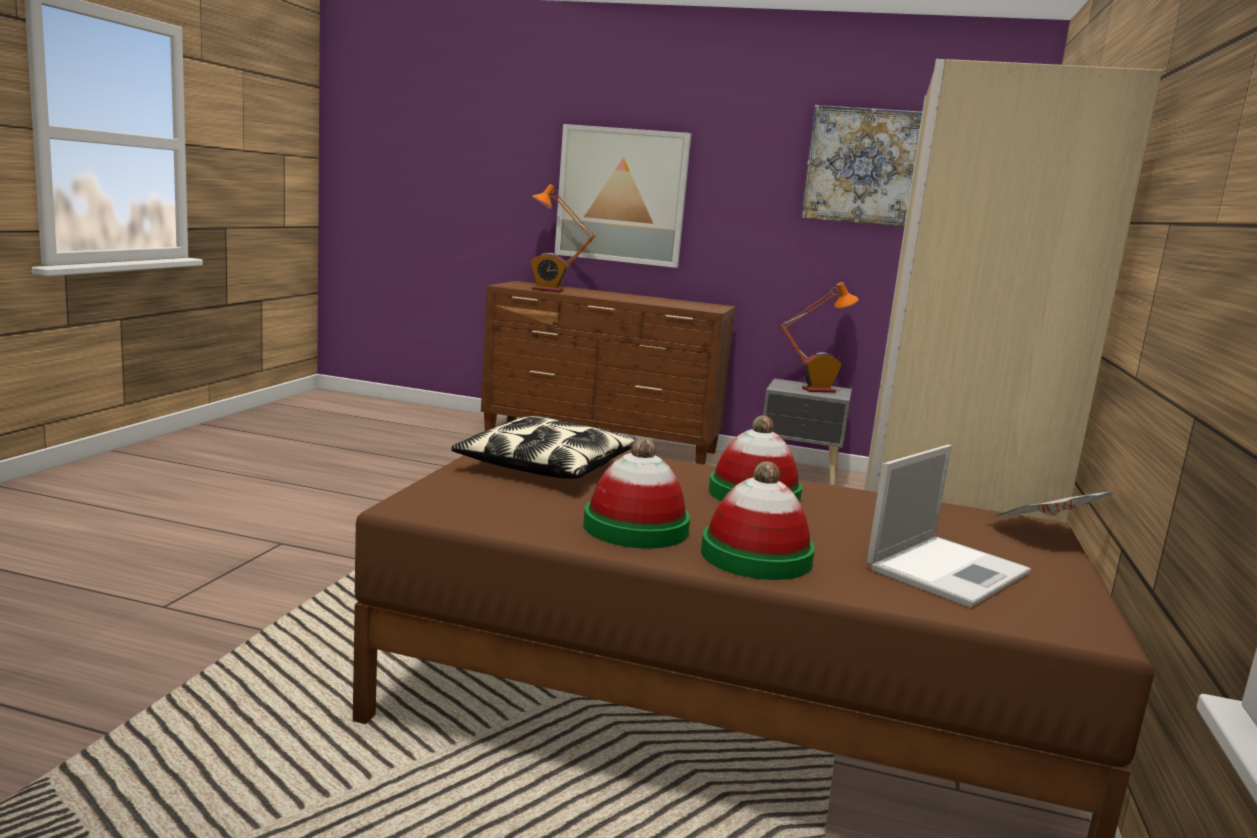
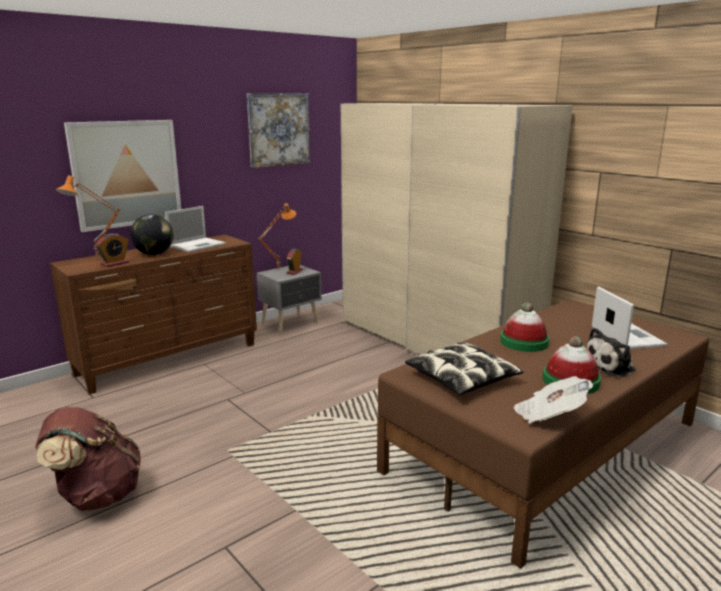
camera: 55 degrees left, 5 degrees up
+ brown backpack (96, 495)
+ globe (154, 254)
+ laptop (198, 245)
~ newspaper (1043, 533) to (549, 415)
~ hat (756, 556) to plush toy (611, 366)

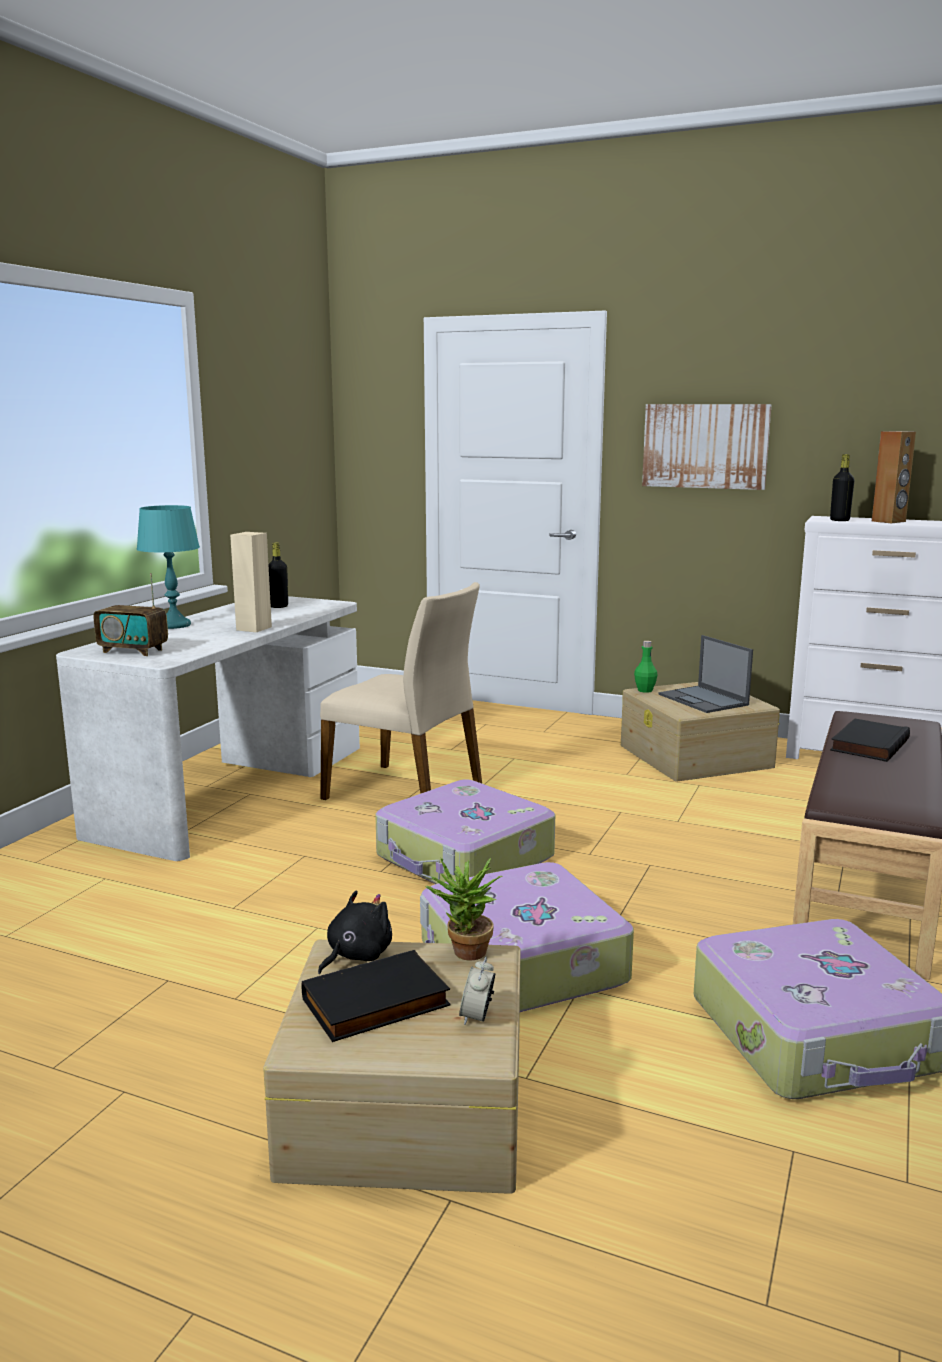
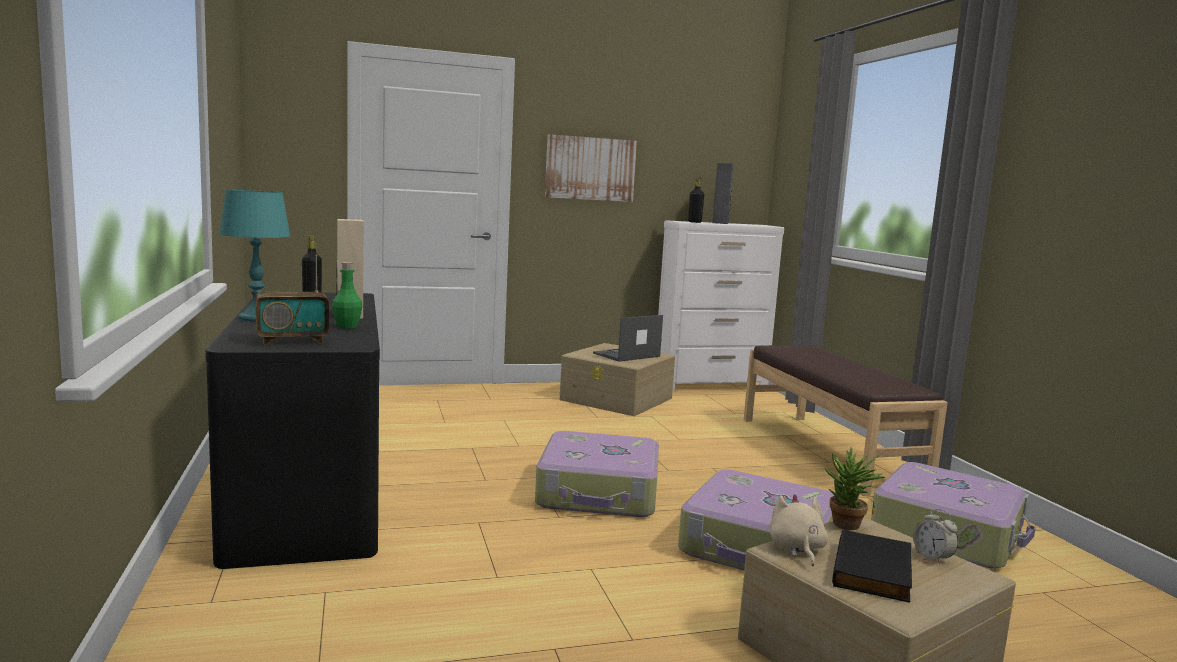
camera: 40 degrees left, 5 degrees down
~ white desk (233, 789) to black desk (308, 487)
~ green bottle (645, 690) to (347, 327)
~ laptop (704, 700) = (626, 355) 120 degrees clockwise
~ brown speaker (889, 521) to grey speaker (720, 223)
~ black plush toy (356, 955) to beige plush toy (796, 549)
- beige chair (406, 792)
- black book (867, 744)

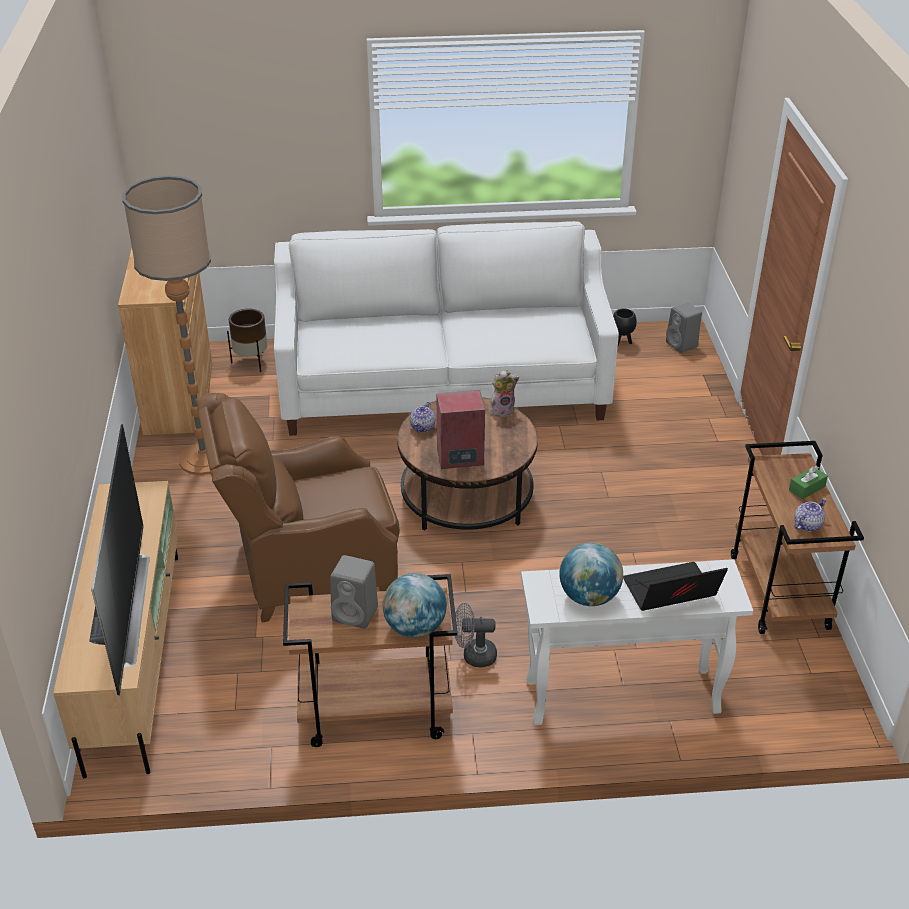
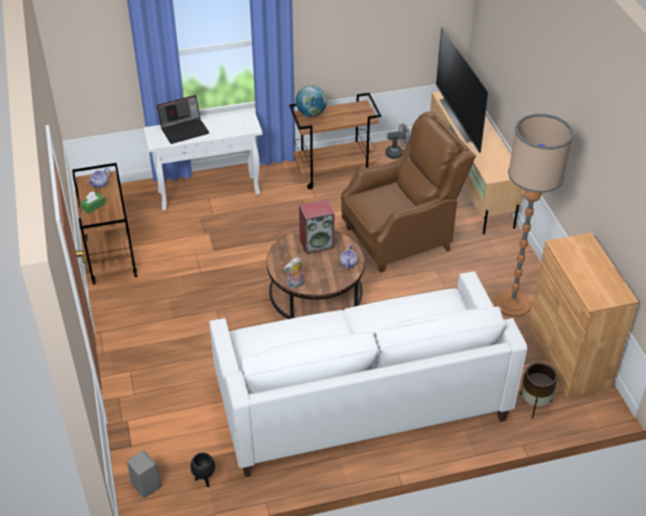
camera: 170 degrees right, 5 degrees up
~ grey fan (473, 655) to (397, 153)
- grey speaker (356, 614)
- globe (589, 597)

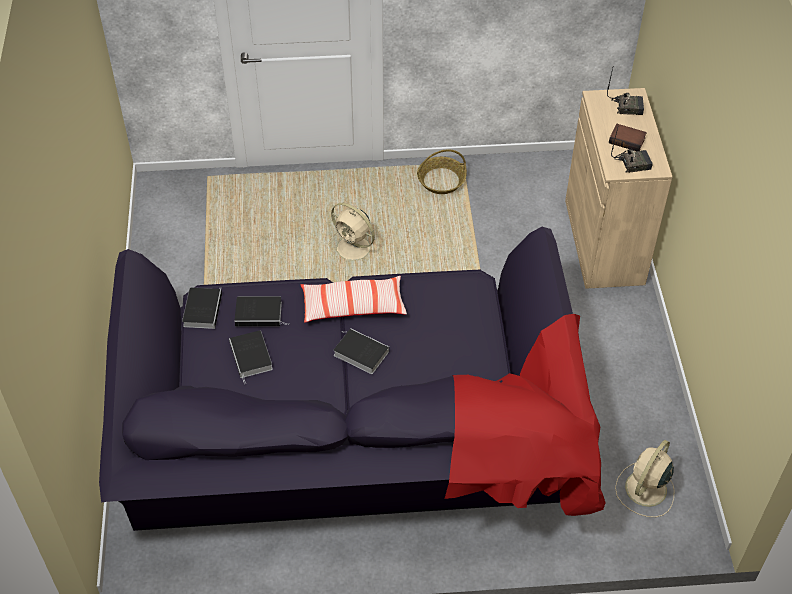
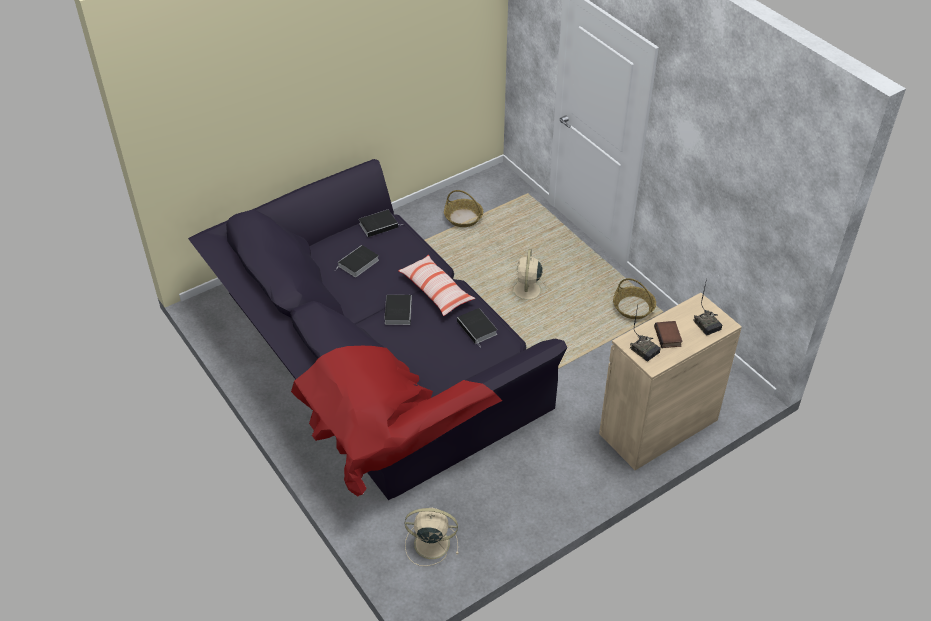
camera: 60 degrees right, 5 degrees down
+ basket (463, 217)
~ book (260, 313) to (478, 328)

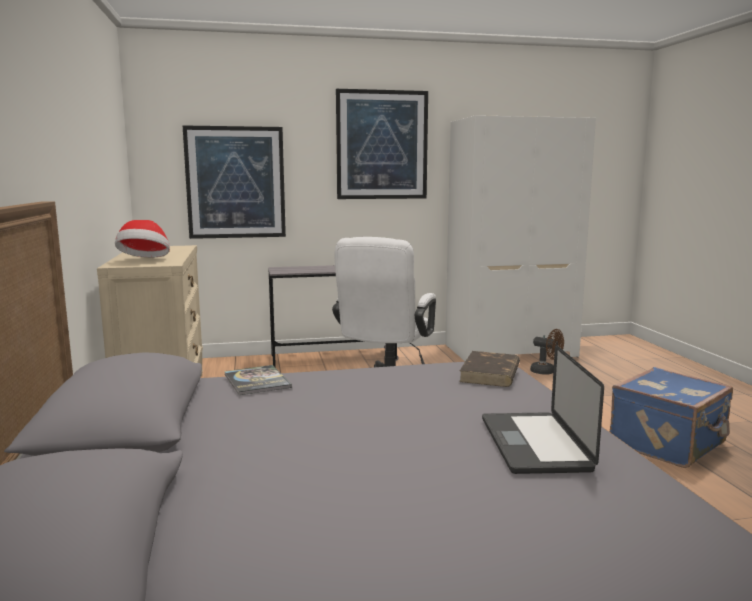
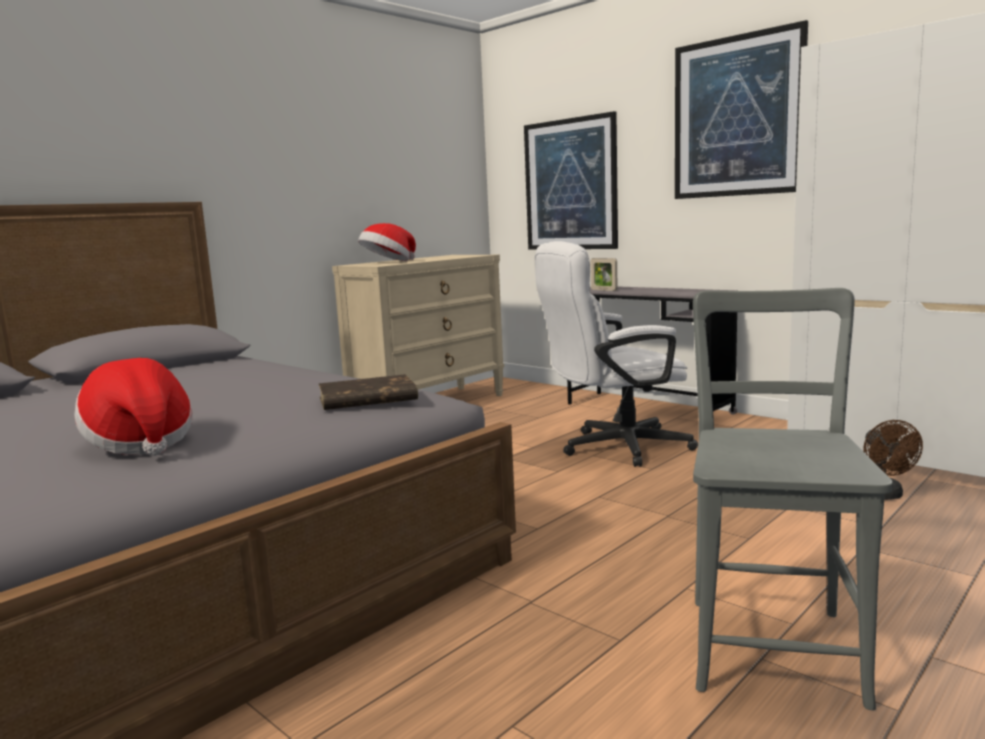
camera: 55 degrees right, 0 degrees up
~ laptop (534, 444) to hat (140, 443)
+ picture frame (604, 290)
~ blue suitcase (669, 444) to grey chair (771, 642)
- book (257, 381)

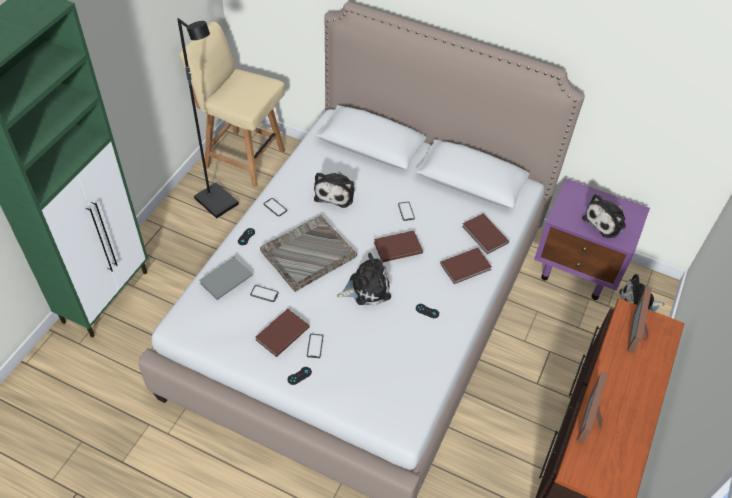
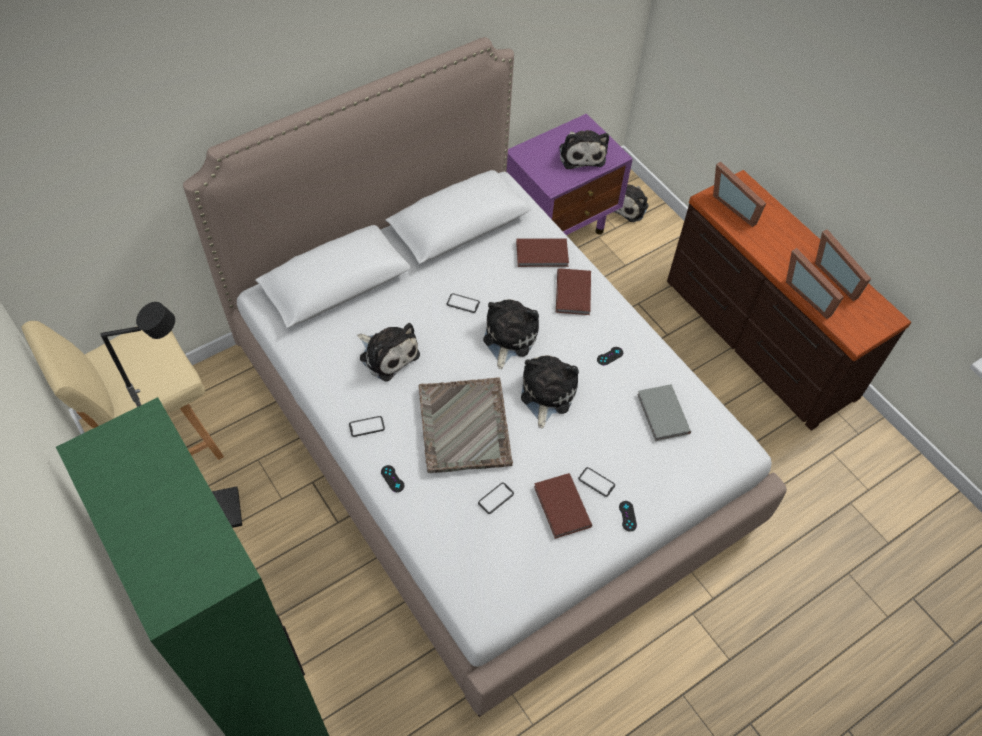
camera: 60 degrees left, 5 degrees up
~ brown book (397, 247) to plush toy (508, 338)
~ grey book (225, 279) to (662, 414)
+ picture frame (838, 276)

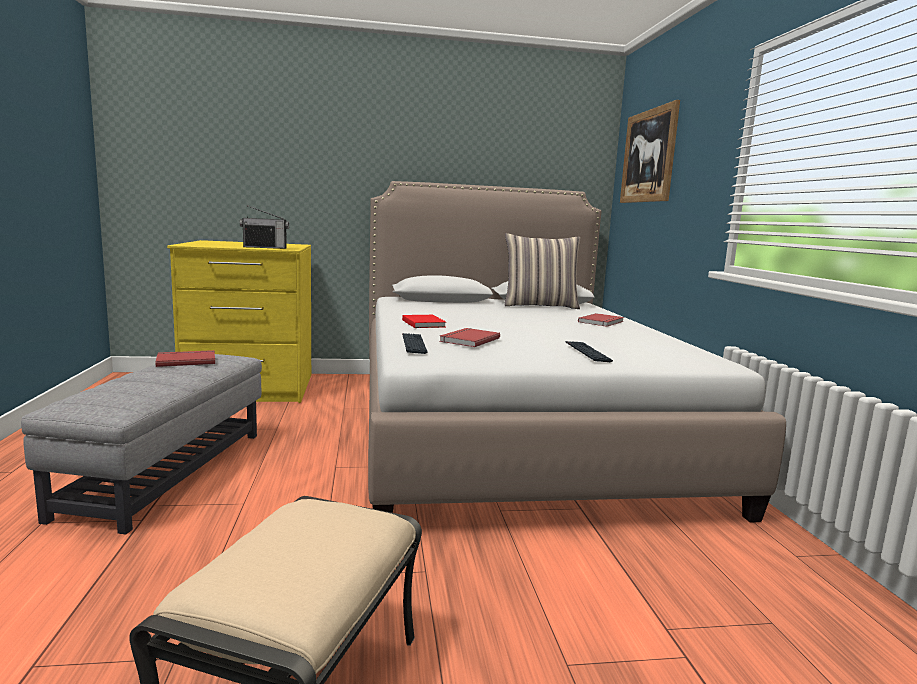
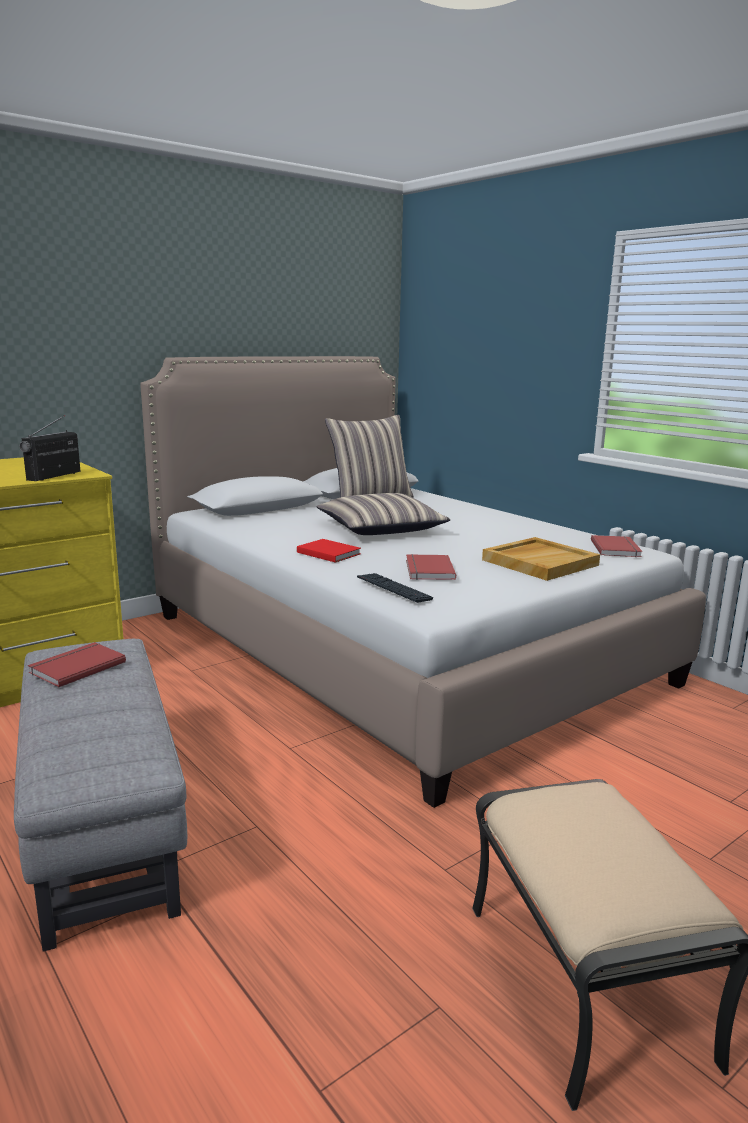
camera: 30 degrees left, 5 degrees up
~ radio (265, 247) = (54, 476) 150 degrees clockwise
+ pillow (381, 529)
~ keyboard (587, 352) to beige tray (540, 562)
~ red book (602, 322) to (617, 548)
- picture (648, 156)

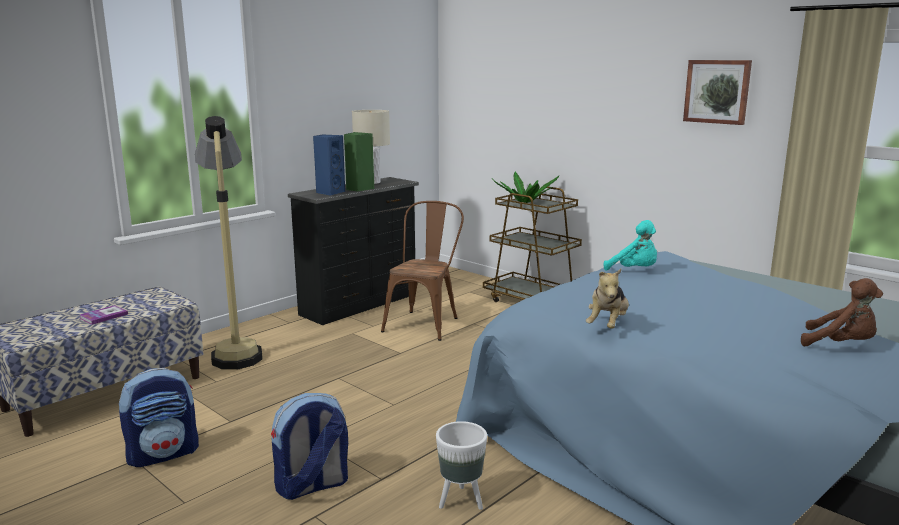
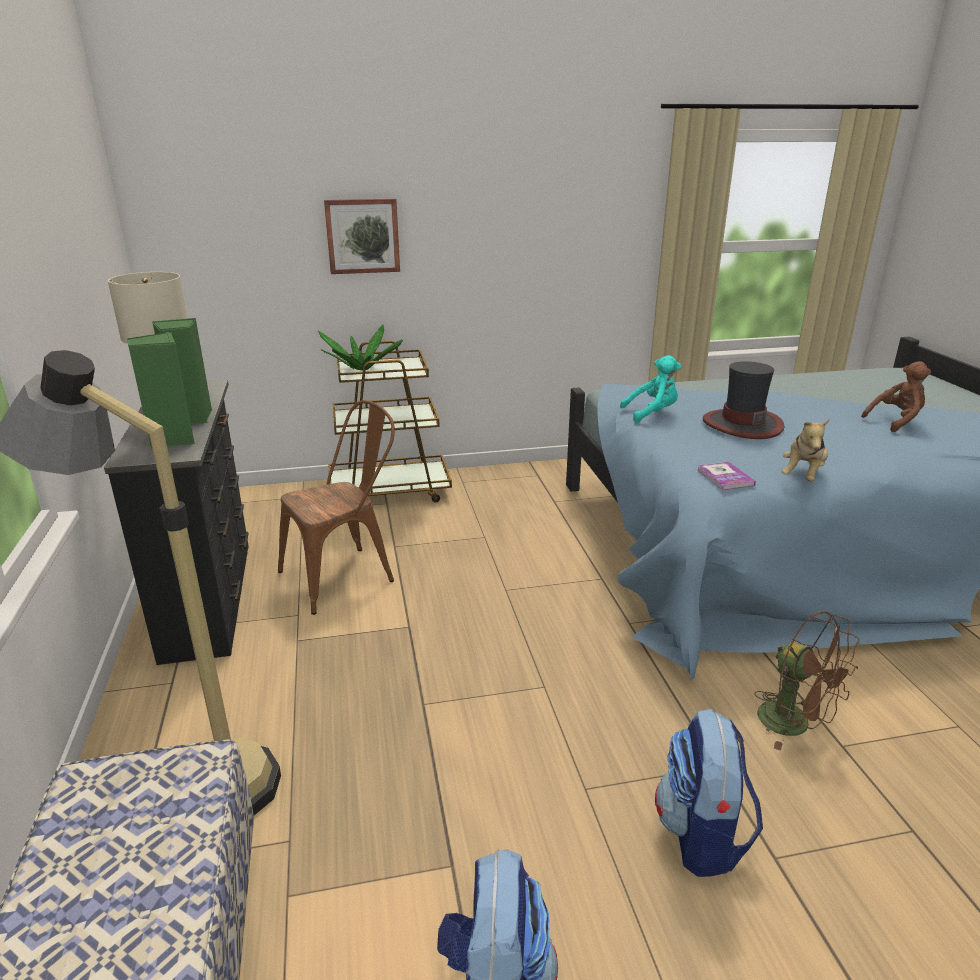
camera: 55 degrees left, 10 degrees up
~ blue speaker (330, 192) to green speaker (171, 439)
~ brown chair (425, 322) = (346, 575) 90 degrees clockwise
~ picture (717, 91) to (362, 236)
~ book (103, 316) to (725, 477)
+ hat (742, 424)
~ white planter (461, 501) to brown fan (795, 724)
~ plush toy (607, 325) = (803, 475) 60 degrees clockwise

